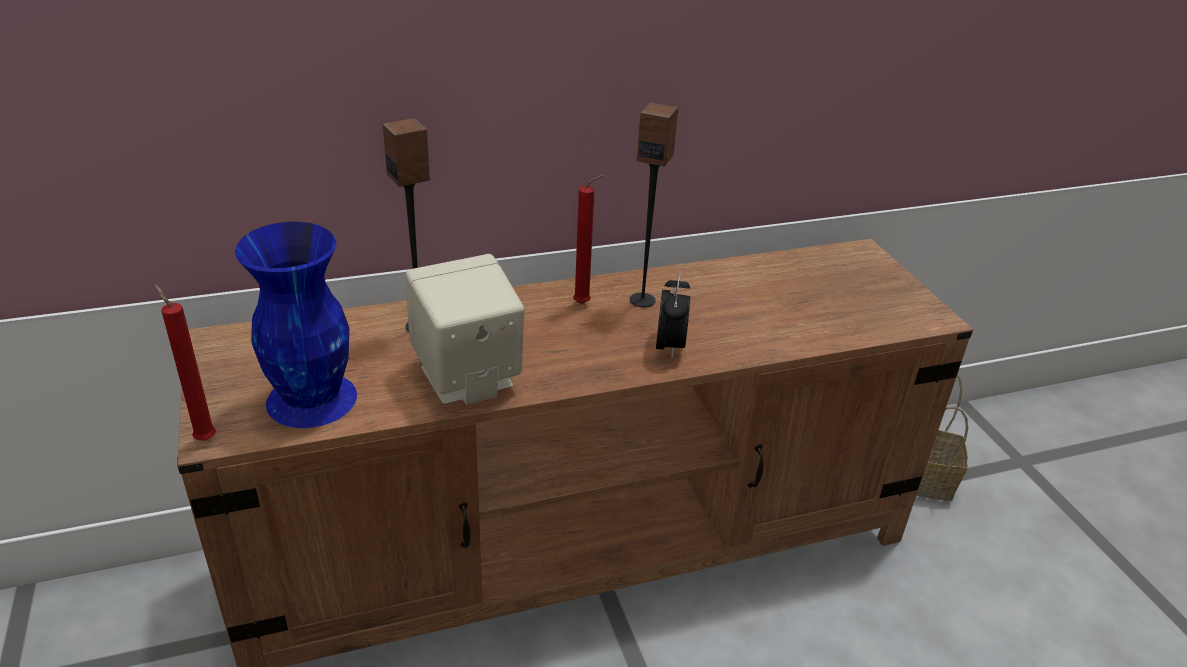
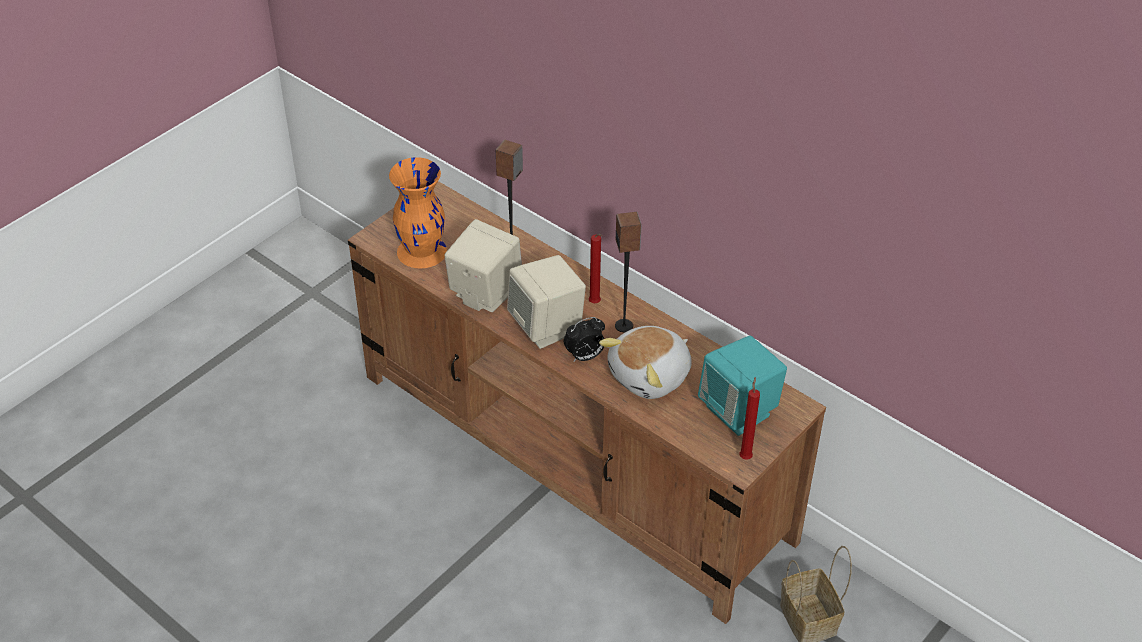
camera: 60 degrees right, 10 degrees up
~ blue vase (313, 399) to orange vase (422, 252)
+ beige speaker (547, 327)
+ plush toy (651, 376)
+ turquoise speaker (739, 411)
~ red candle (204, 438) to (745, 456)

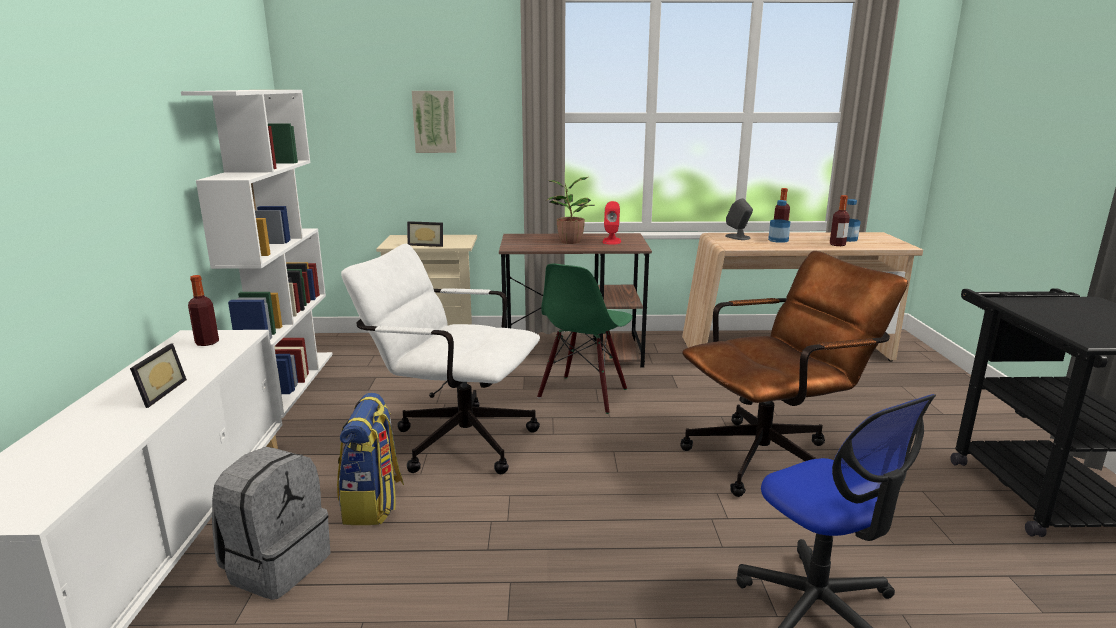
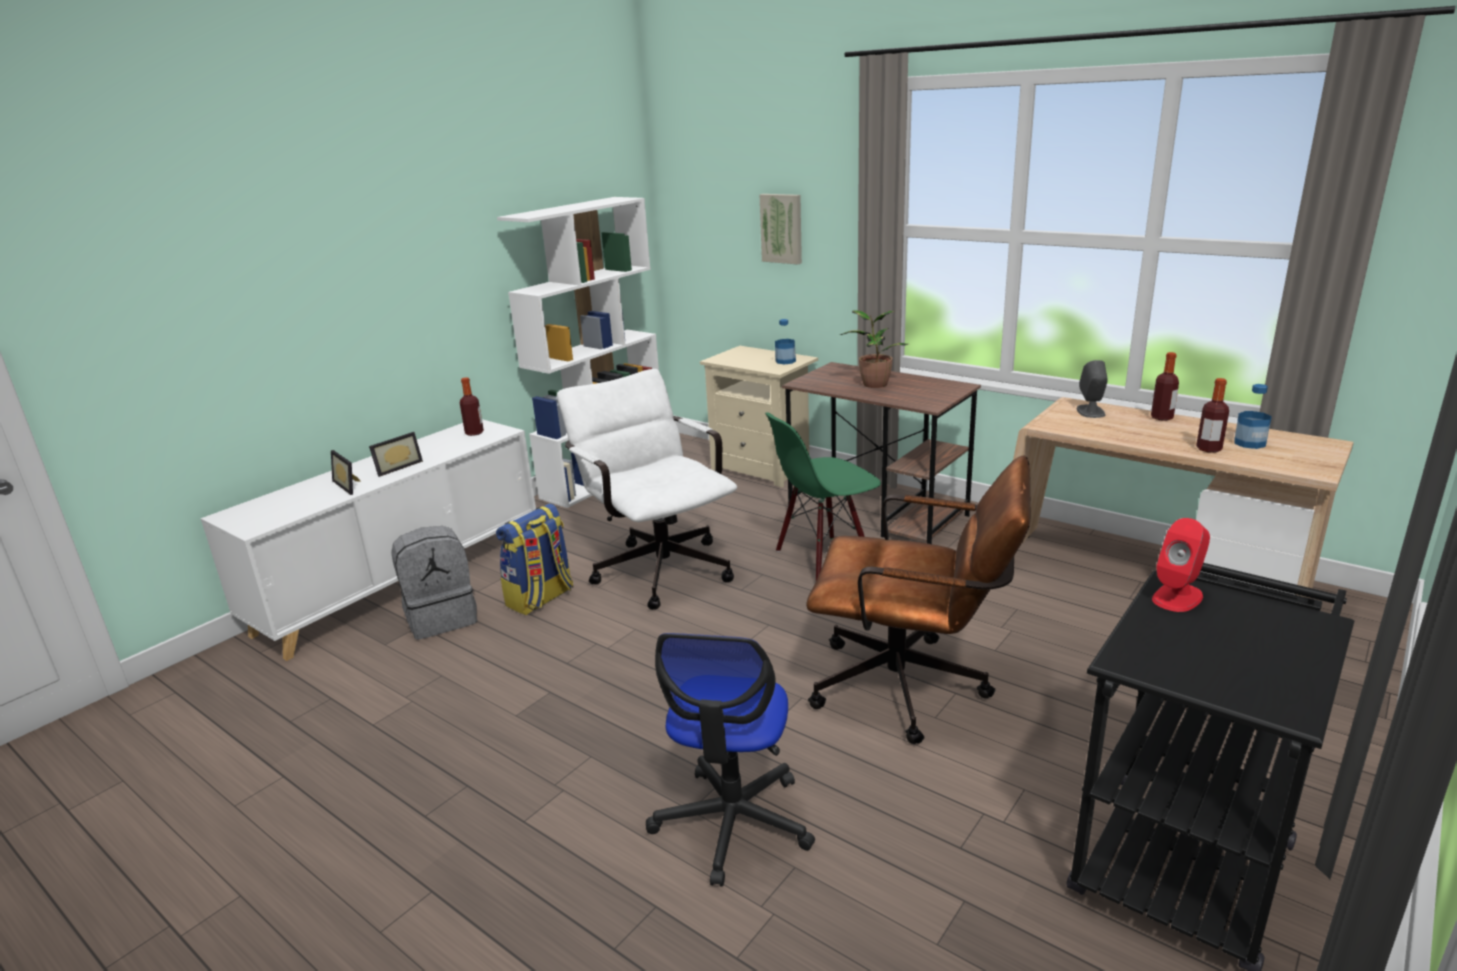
camera: 40 degrees right, 5 degrees up
~ picture frame (427, 244) to (350, 485)
~ bottle (778, 240) to (785, 361)
~ red speaker (611, 241) to (1177, 597)

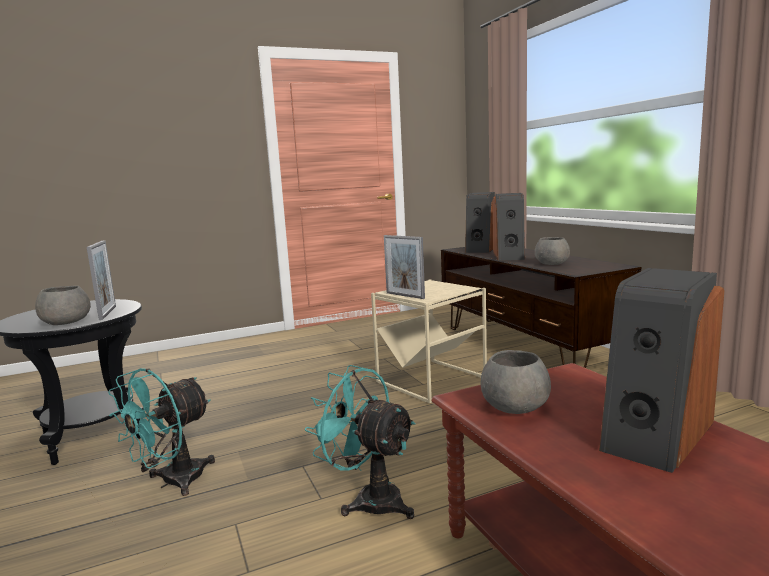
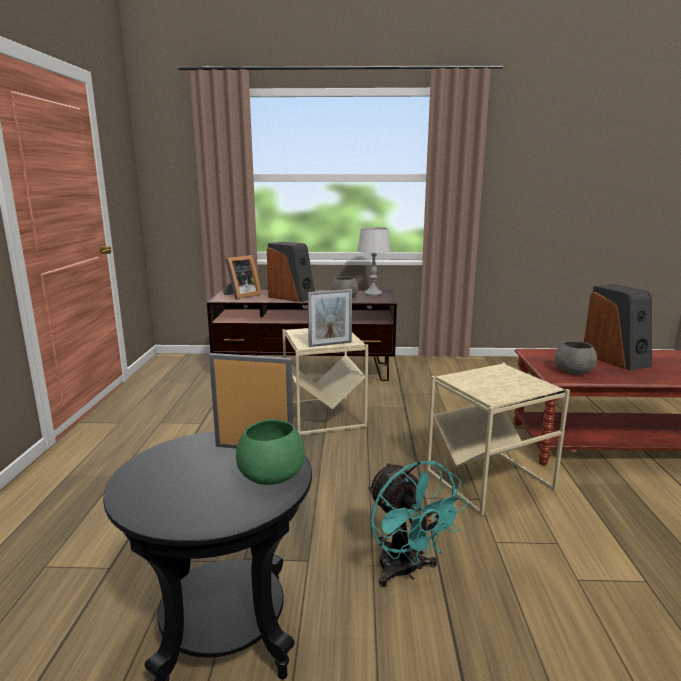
camera: 65 degrees left, 5 degrees up
~ speaker (480, 249) to picture frame (241, 296)
~ grey bowl (65, 322) to green bowl (270, 475)
+ grey table lamp (373, 294)
~ turquoise fan (369, 499) to beige side table (490, 481)

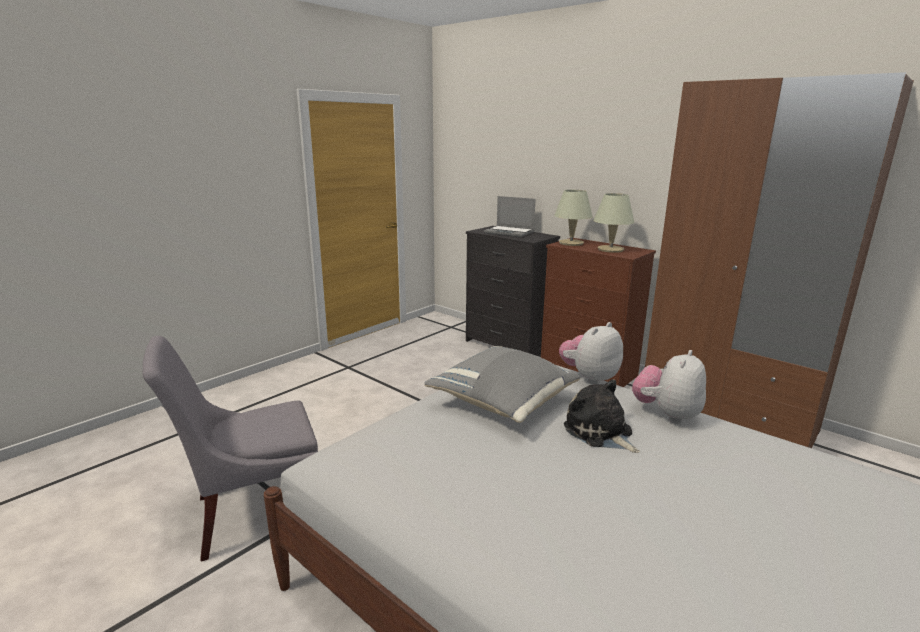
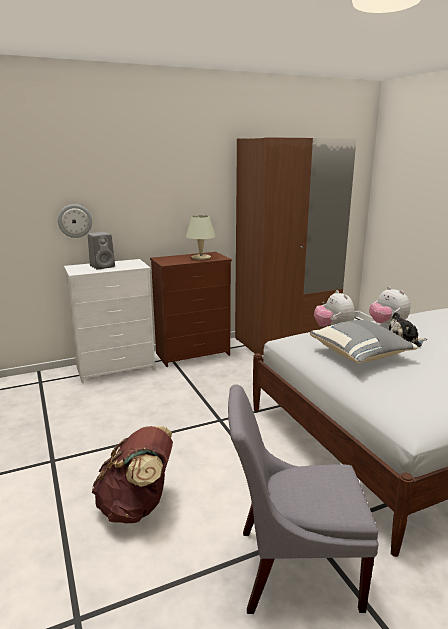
camera: 65 degrees left, 0 degrees up
+ wall clock (75, 221)
~ black dresser (507, 345) to white dresser (116, 368)
~ laptop (510, 232) to grey speaker (103, 266)
+ brown backpack (137, 506)
~ grey chair (251, 512) = (291, 568) 90 degrees clockwise
- beige table lamp (571, 243)

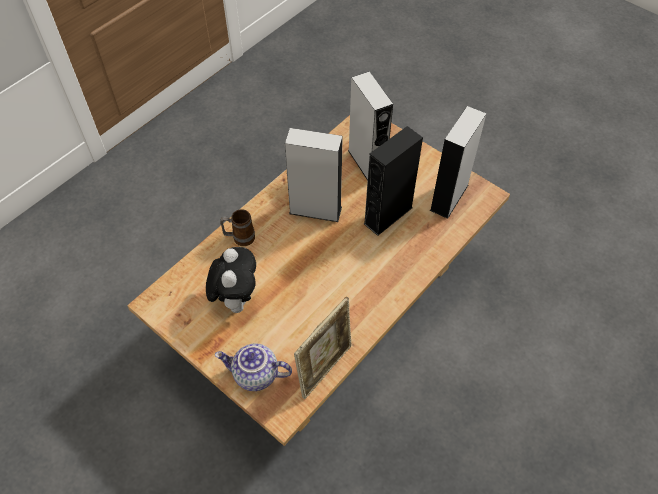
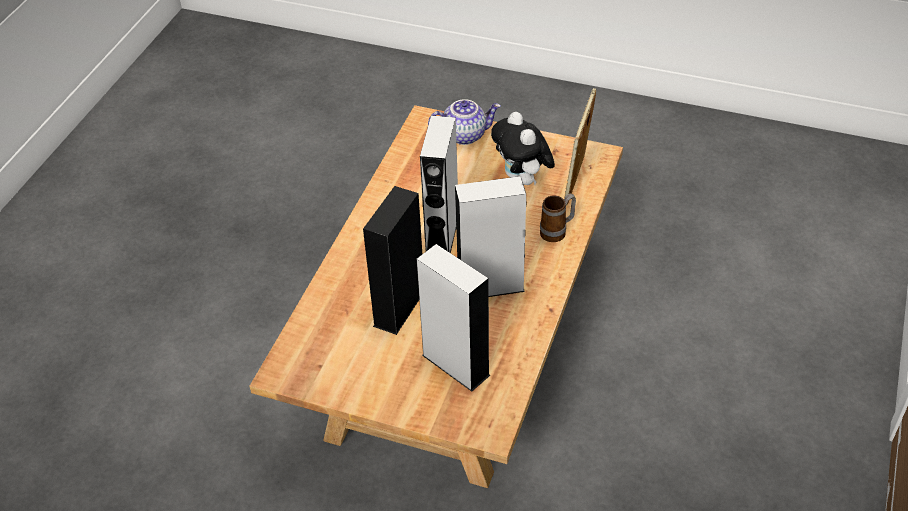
camera: 160 degrees right, 10 degrees down
~ grey speaker (449, 197) to (442, 233)
~ picture frame (325, 368) to (576, 182)

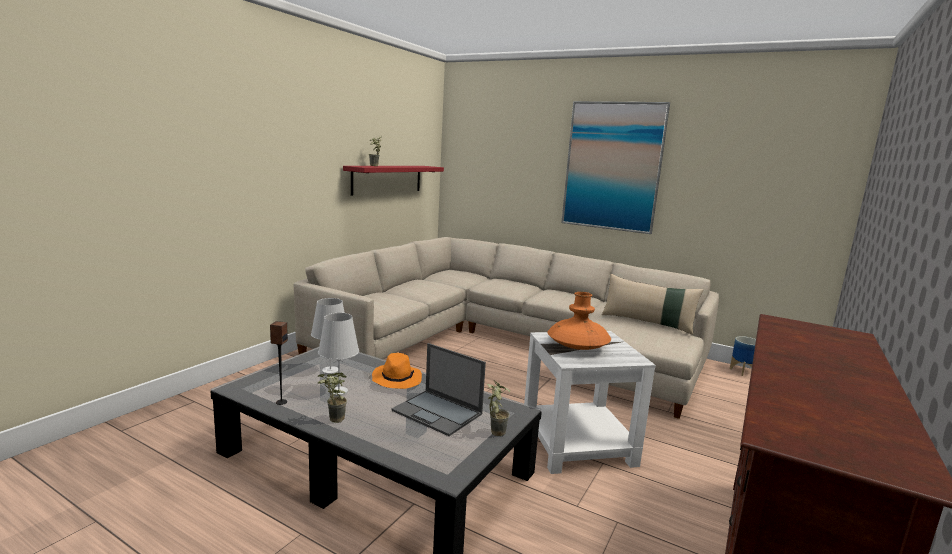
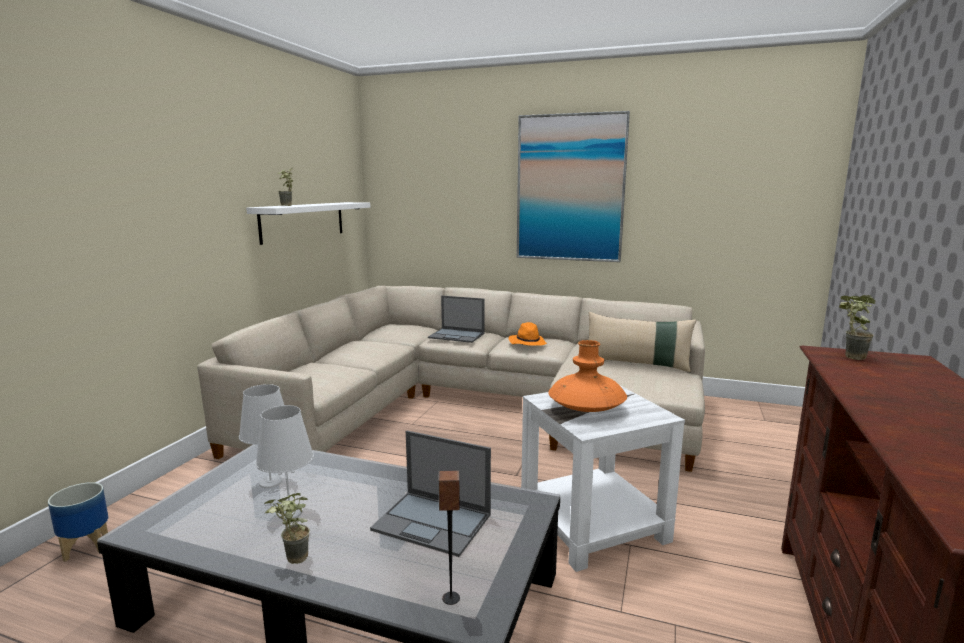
camera: 10 degrees left, 0 degrees up
~ planter (743, 371) to (87, 547)
~ red shelf (387, 179) to white shelf (303, 221)
+ laptop (457, 336)
~ speaker (281, 402) to (450, 598)
~ orange hat (396, 379) to (527, 343)
~ potted plant (494, 431) to (848, 356)

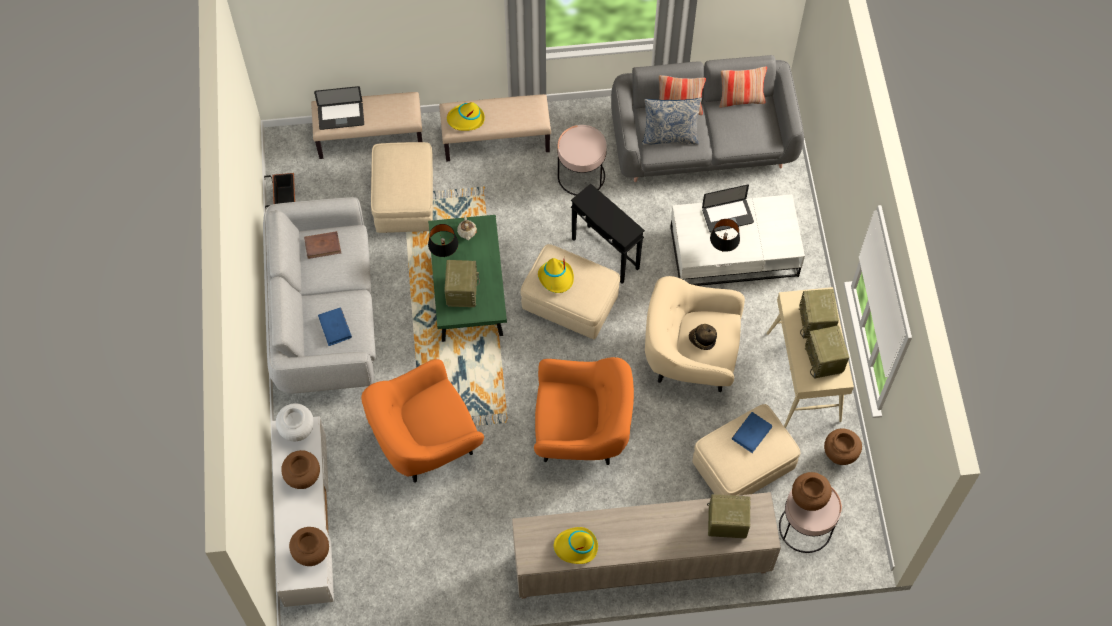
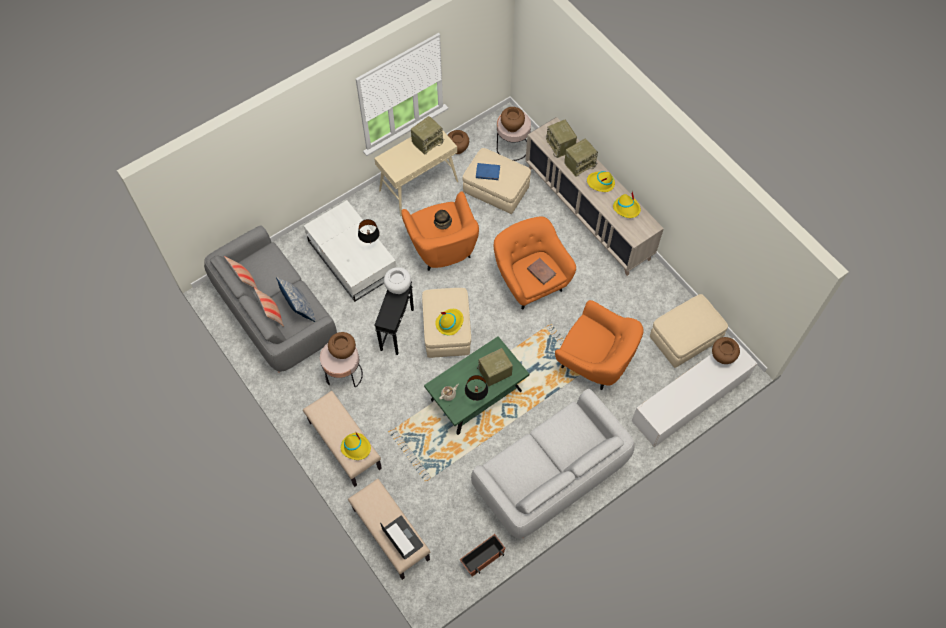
camera: 120 degrees left, 0 degrees up
~ brown vase (303, 478) to (343, 352)
~ white vase (297, 431) to (398, 288)
~ beige armchair (690, 357) to orange armchair (442, 248)
~ brown book (323, 246) to (541, 272)
~ radio (816, 322) to (579, 164)
+ yellow hat (600, 183)
~ beige ottoman (405, 200) to (684, 339)
- blue book (335, 327)
- laptop (727, 216)

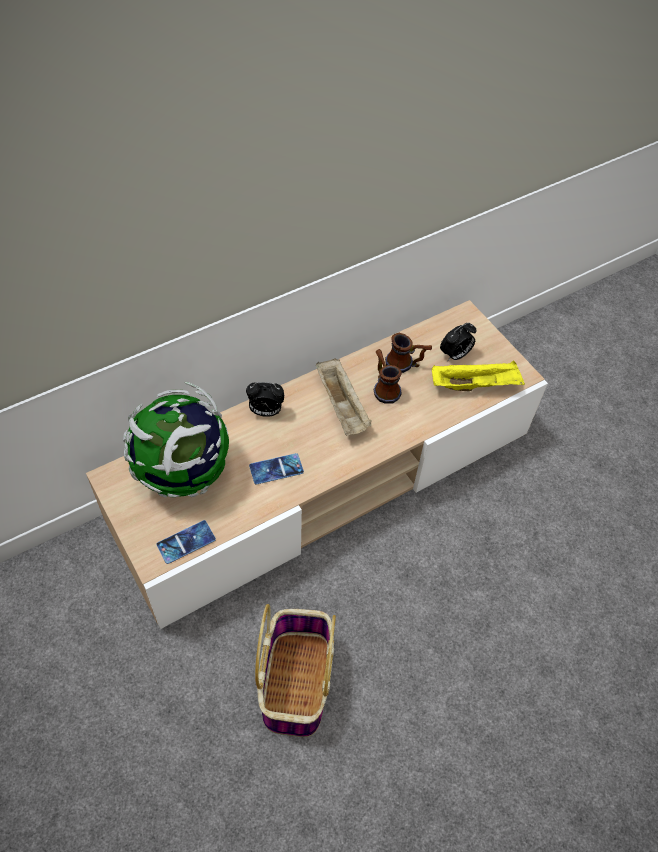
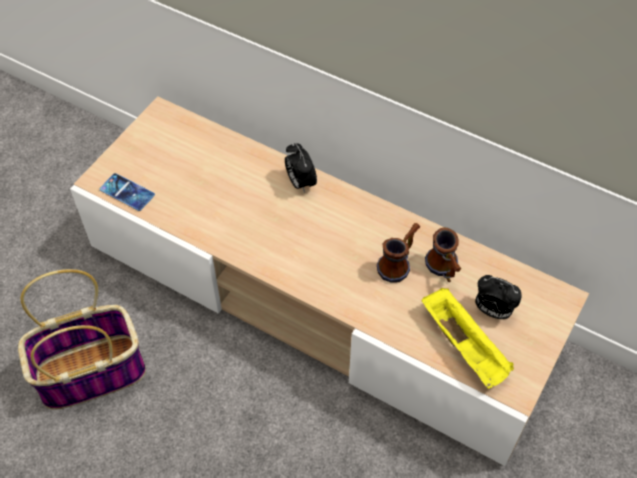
camera: 65 degrees right, 0 degrees up
- globe (184, 472)
- phone (276, 469)
- beige tray (342, 406)

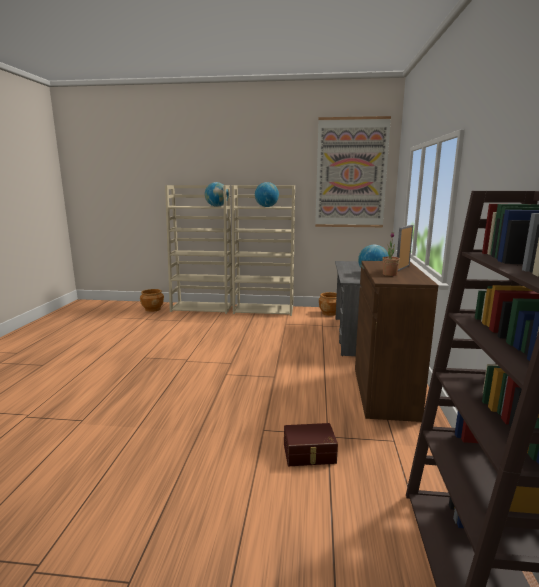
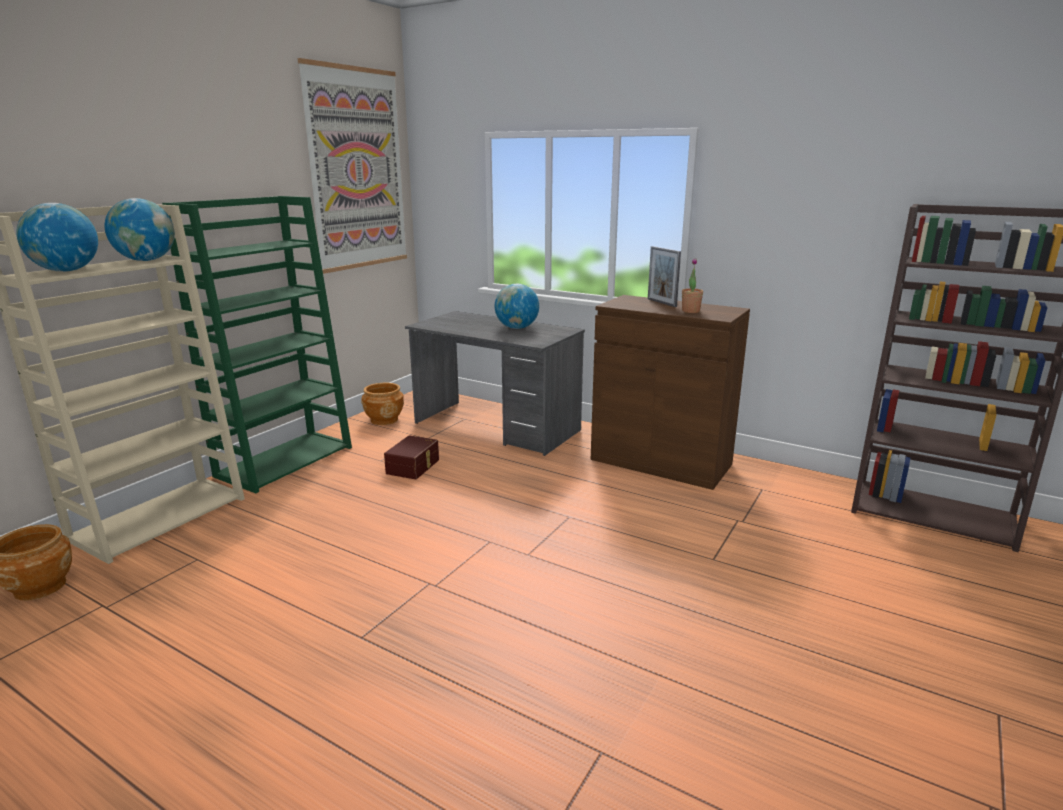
camera: 65 degrees left, 5 degrees up
~ globe (266, 207) to (66, 271)
~ beige bookcase (264, 310) to green bookcase (285, 461)
~ brown storage box (309, 454) to (414, 467)

